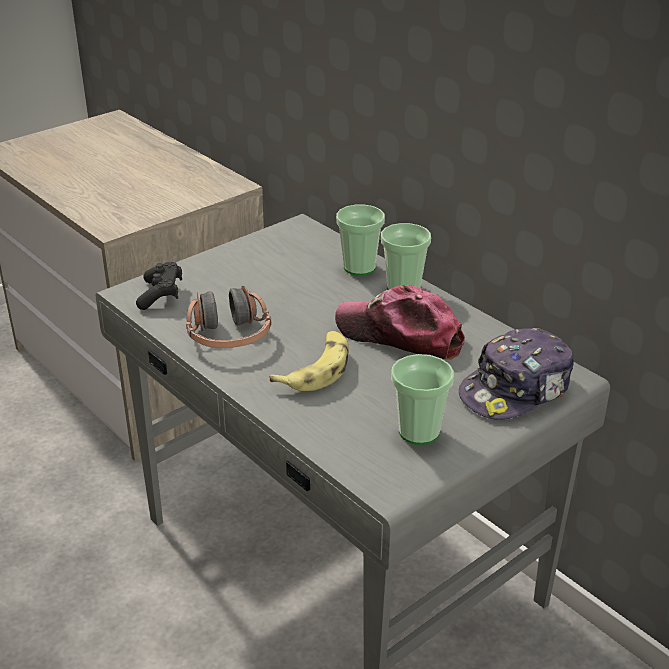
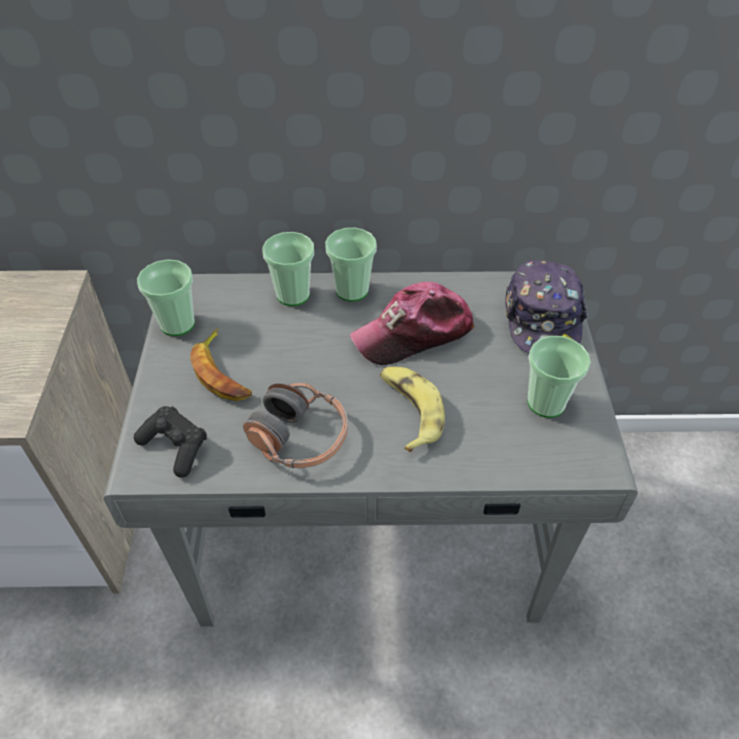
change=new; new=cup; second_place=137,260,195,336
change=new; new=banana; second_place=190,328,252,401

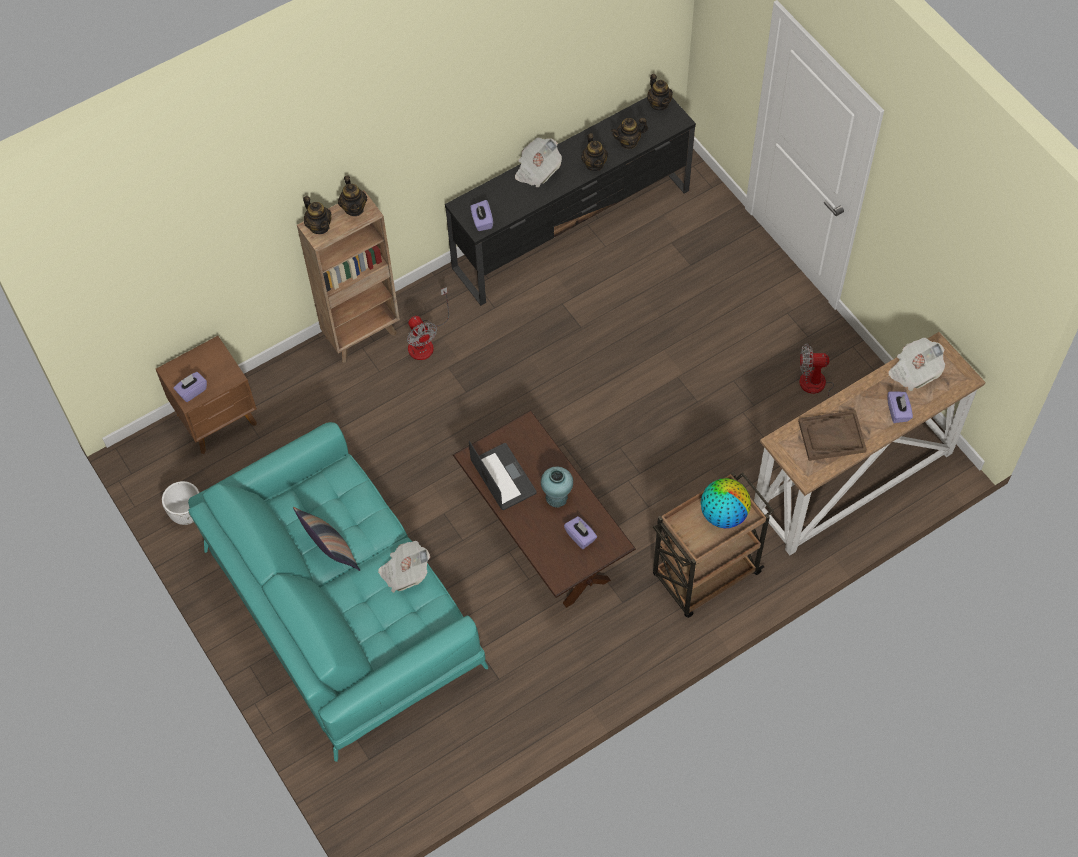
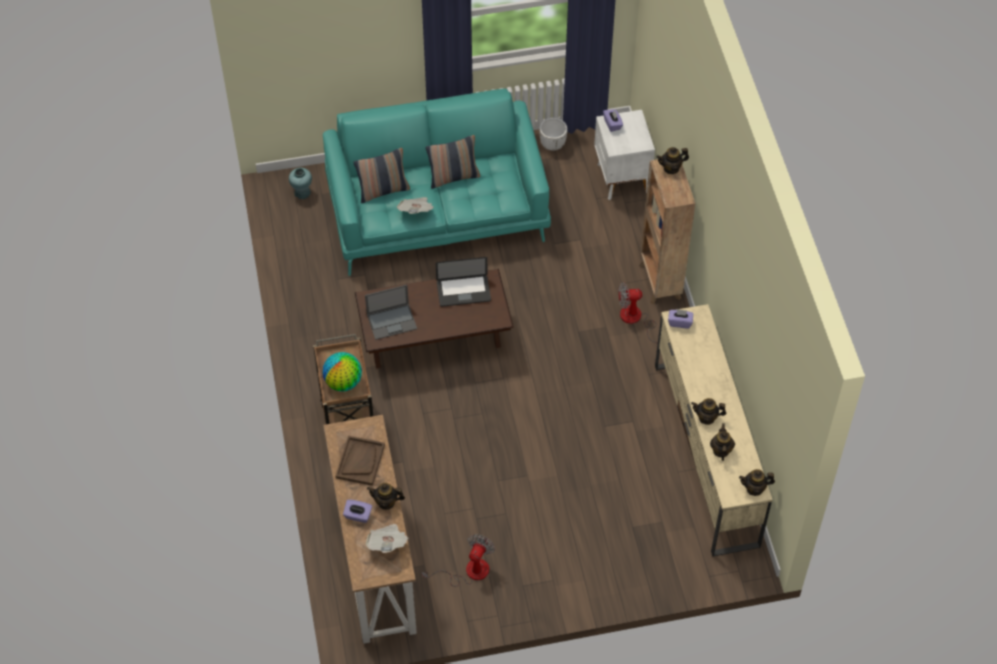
change=repainted; old=nightstand/brown; new=nightstand/white; first_place=156,336,257,454; second_place=594,110,655,200
change=shifted; old=teapot; first_place=338,175,367,216; second_place=367,483,405,510
change=repainted; old=tv stand/black; new=tv stand/beige; first_place=445,97,696,306; second_place=655,304,773,557
change=gone; old=newspaper; first_place=515,137,562,187
change=shifted; old=vase/turquoise; first_place=541,467,573,508; second_place=289,168,312,199
change=swapped; old=tissue box/purple; new=laptop; first_place=564,516,597,549; second_place=365,285,417,340
change=new; new=pillow; second_place=354,148,410,203

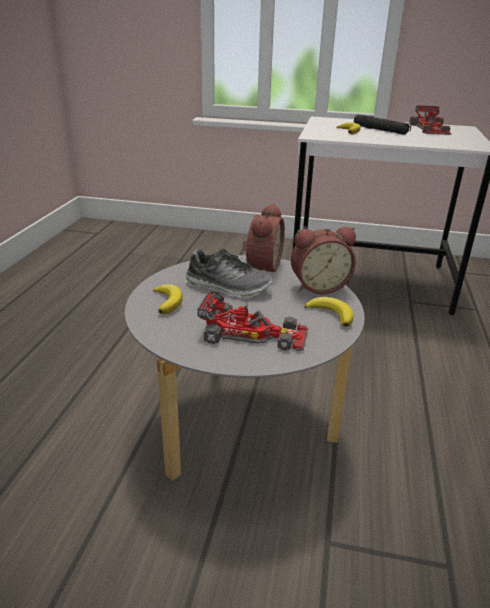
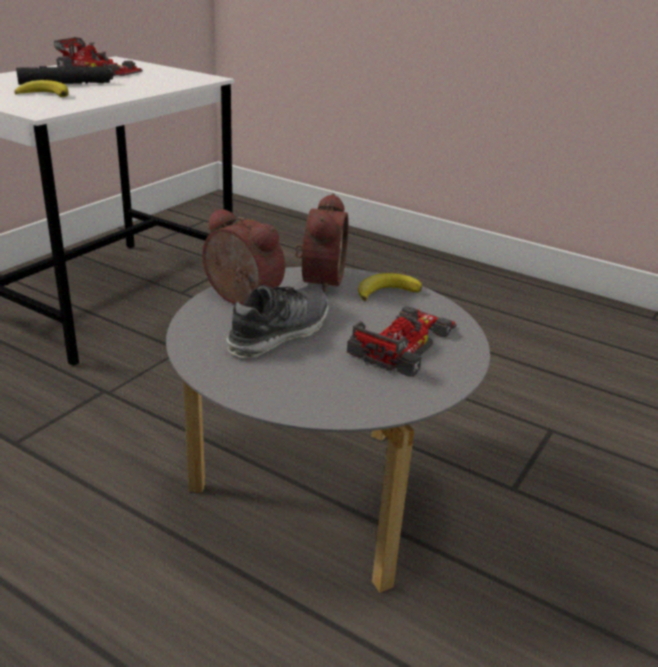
change=gone; old=banana; first_place=153,284,183,314

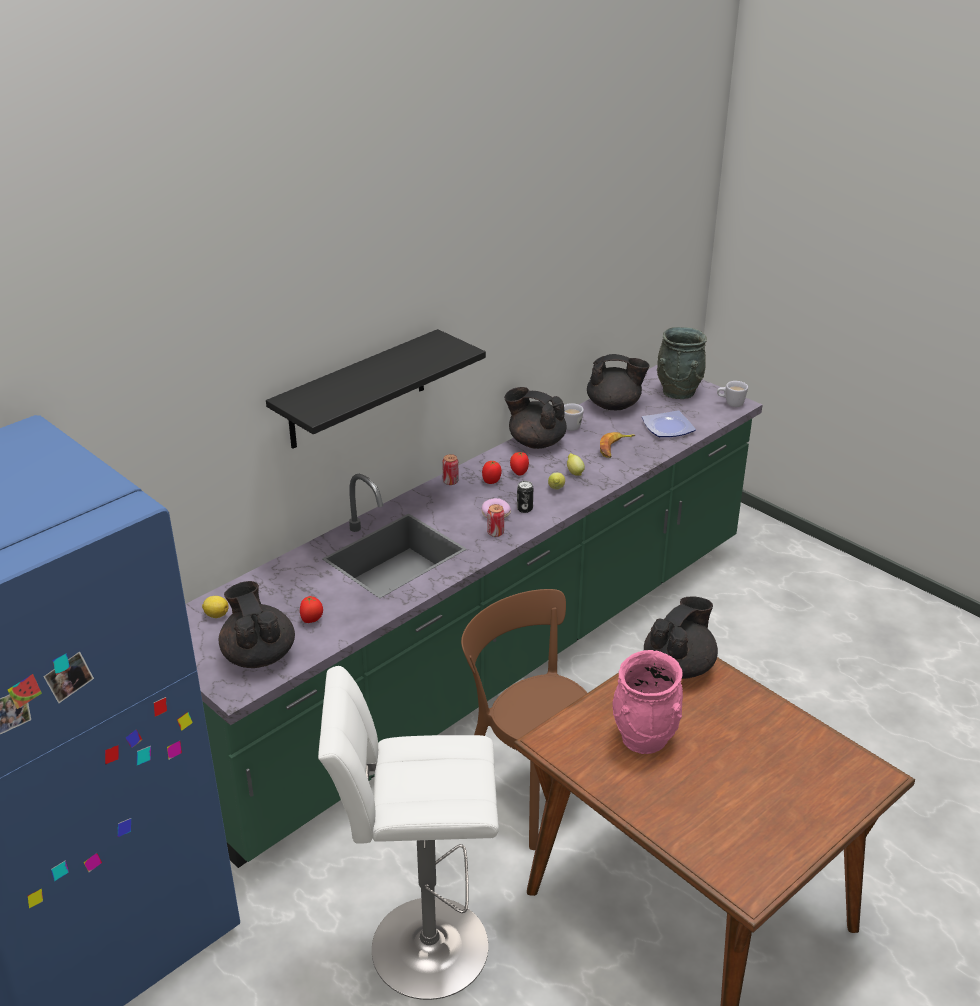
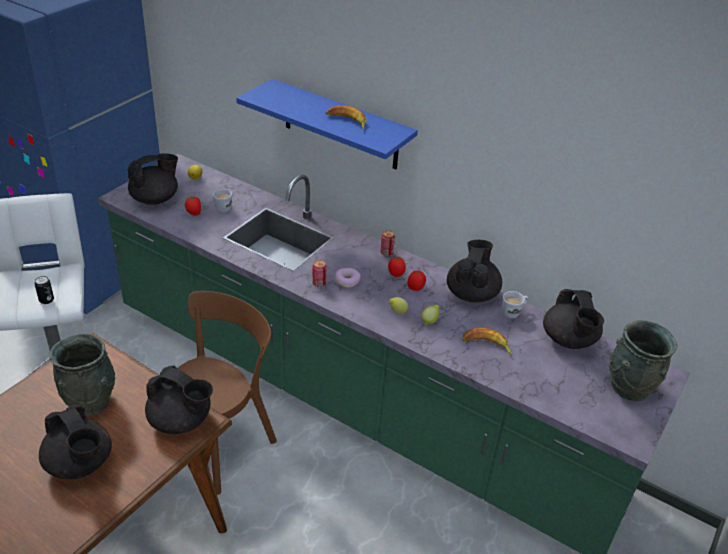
change=repainted; old=shelf/black; new=shelf/blue; first_place=266,329,486,449; second_place=236,79,418,169
change=shifted; old=can; first_place=517,481,533,513; second_place=34,276,54,304
change=repainted; old=vase/pink; new=vase/grey; first_place=612,650,683,754; second_place=49,334,115,416
change=gone; old=plate; first_place=642,410,696,437
change=shifted; old=mug/white; first_place=717,381,748,407; second_place=213,189,232,213
change=new; new=teapot/black; second_place=39,405,112,479
change=new; new=banana; second_place=326,105,367,130

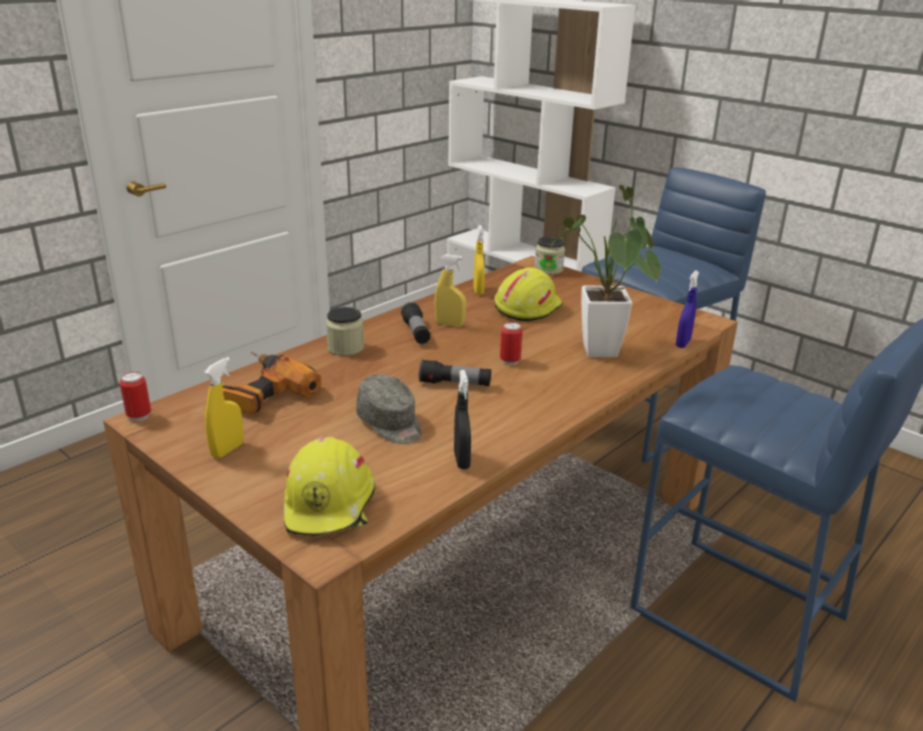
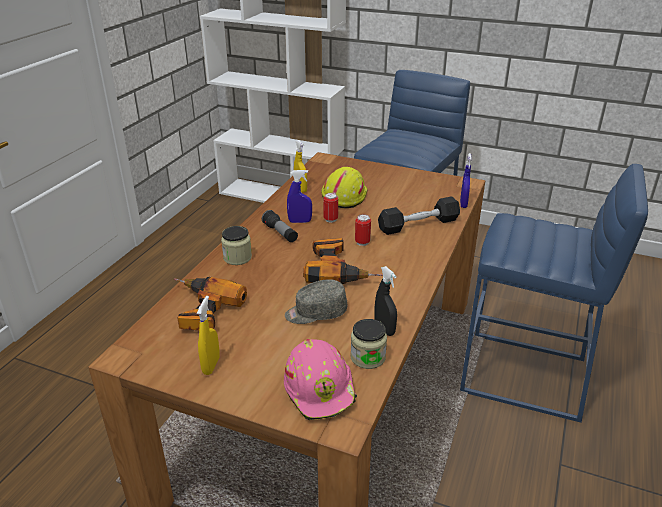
change=shifted; old=can; first_place=120,372,151,421; second_place=323,193,338,223
change=repainted; old=hard hat/yellow; new=hard hat/pink; first_place=284,436,375,537; second_place=284,339,357,420
change=rotated; old=cap/grey; first_place=356,374,422,444; second_place=285,279,347,324; degrees=135
change=swapped; old=flashlight; new=power drill; first_place=419,359,491,386; second_place=303,238,383,284
change=repainted; old=spray bottle/yellow; new=spray bottle/blue; first_place=435,254,466,327; second_place=287,170,312,223
change=shifted; old=jar; first_place=535,237,565,275; second_place=351,319,387,369
change=swapped; old=potted plant; new=dumbbell/black; first_place=551,185,661,357; second_place=378,196,460,235

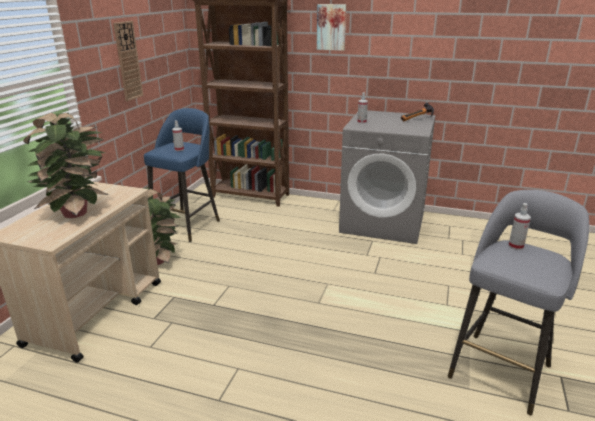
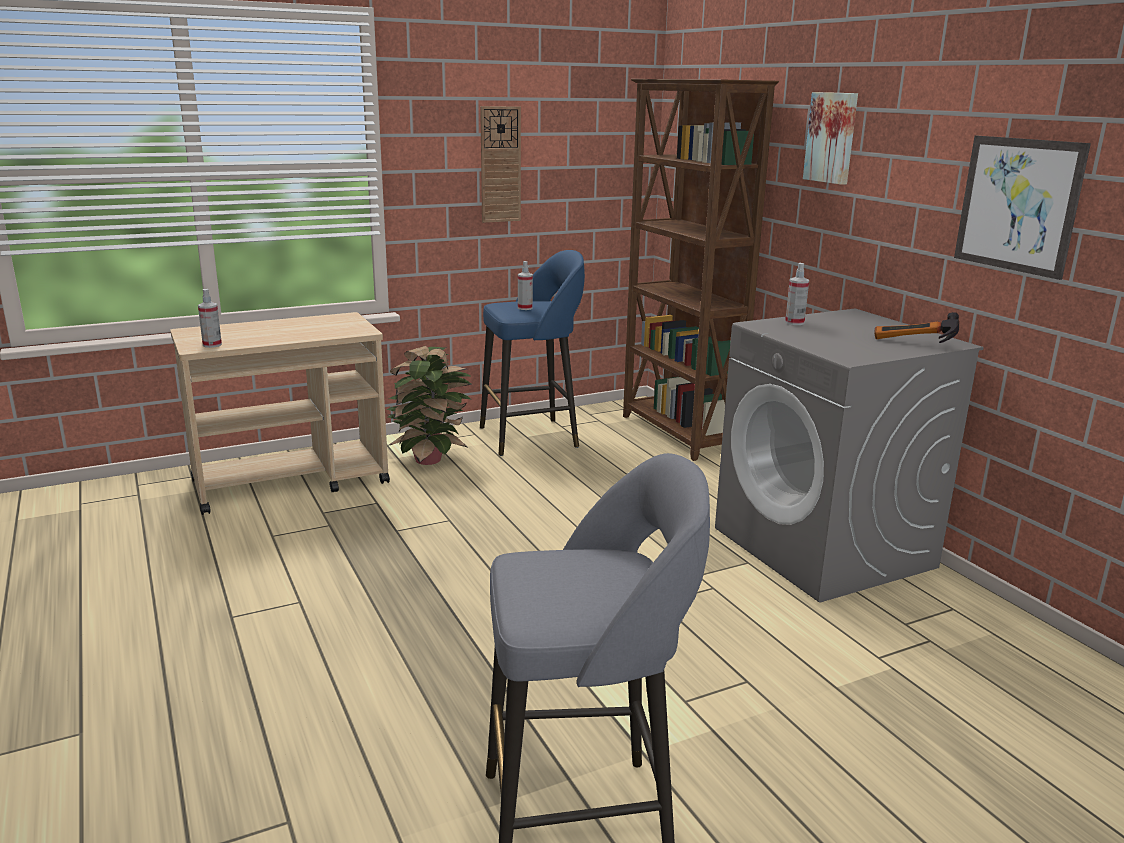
change=gone; old=potted plant; first_place=23,113,109,218
change=shifted; old=spray bottle; first_place=509,203,531,250; second_place=198,289,222,348
change=new; new=picture; second_place=954,136,1091,280

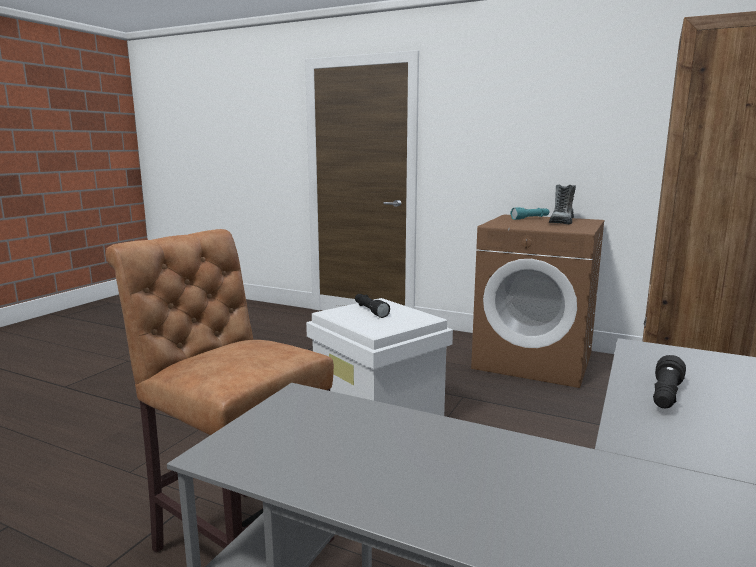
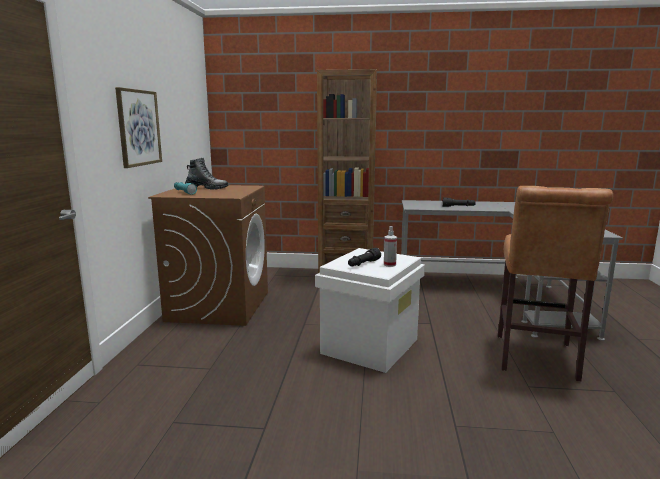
change=new; new=picture; second_place=115,87,162,168
change=new; new=spray bottle; second_place=384,226,397,267

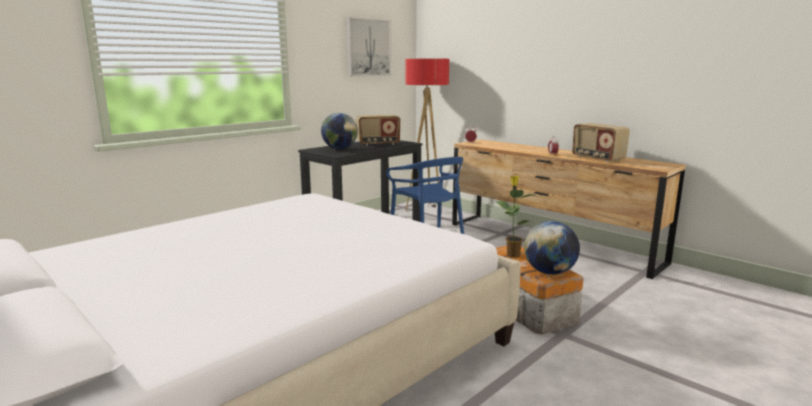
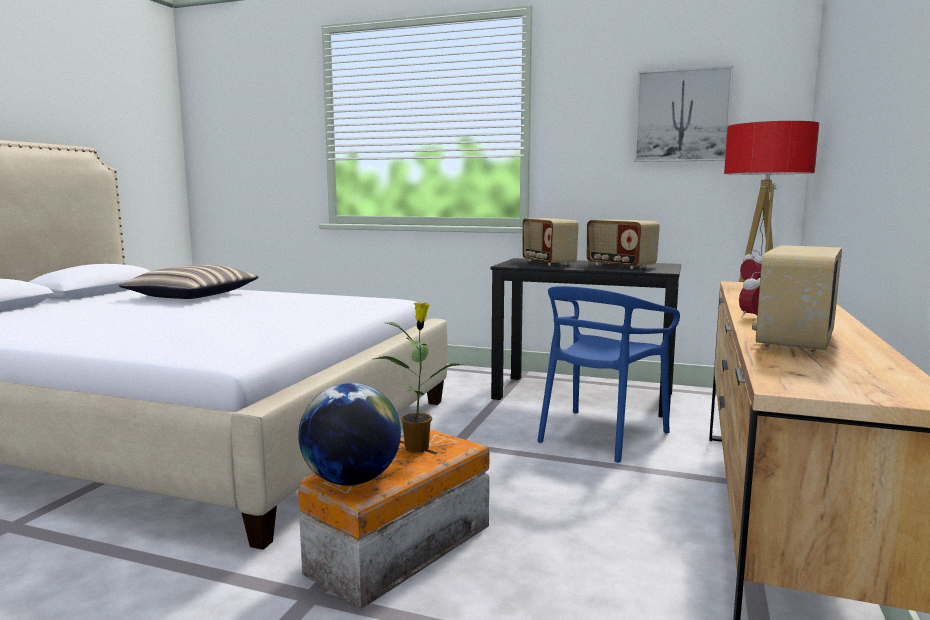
change=swapped; old=globe; new=radio; first_place=321,113,358,149; second_place=522,218,579,266
change=new; new=pillow; second_place=119,264,259,299

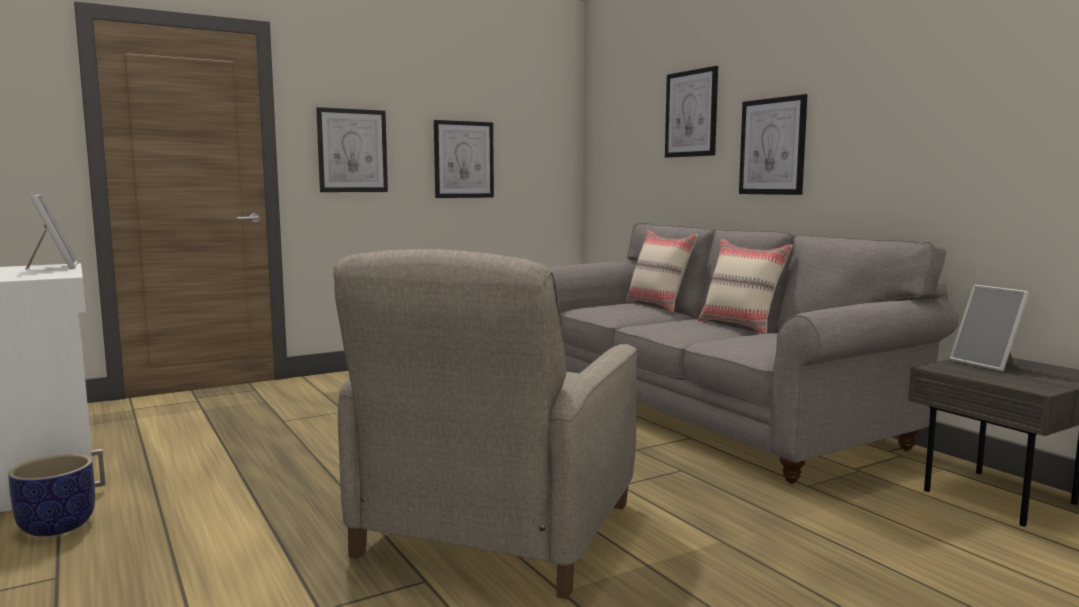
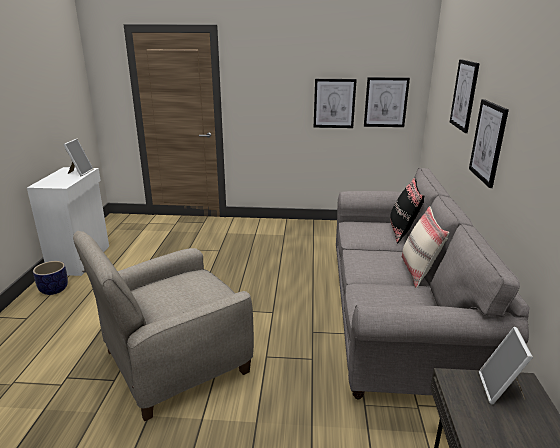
change=shifted; old=picture; first_place=316,107,388,192; second_place=364,77,410,127
change=repainted; old=pillow/beige; new=pillow/black; first_place=625,230,698,312; second_place=390,178,425,244

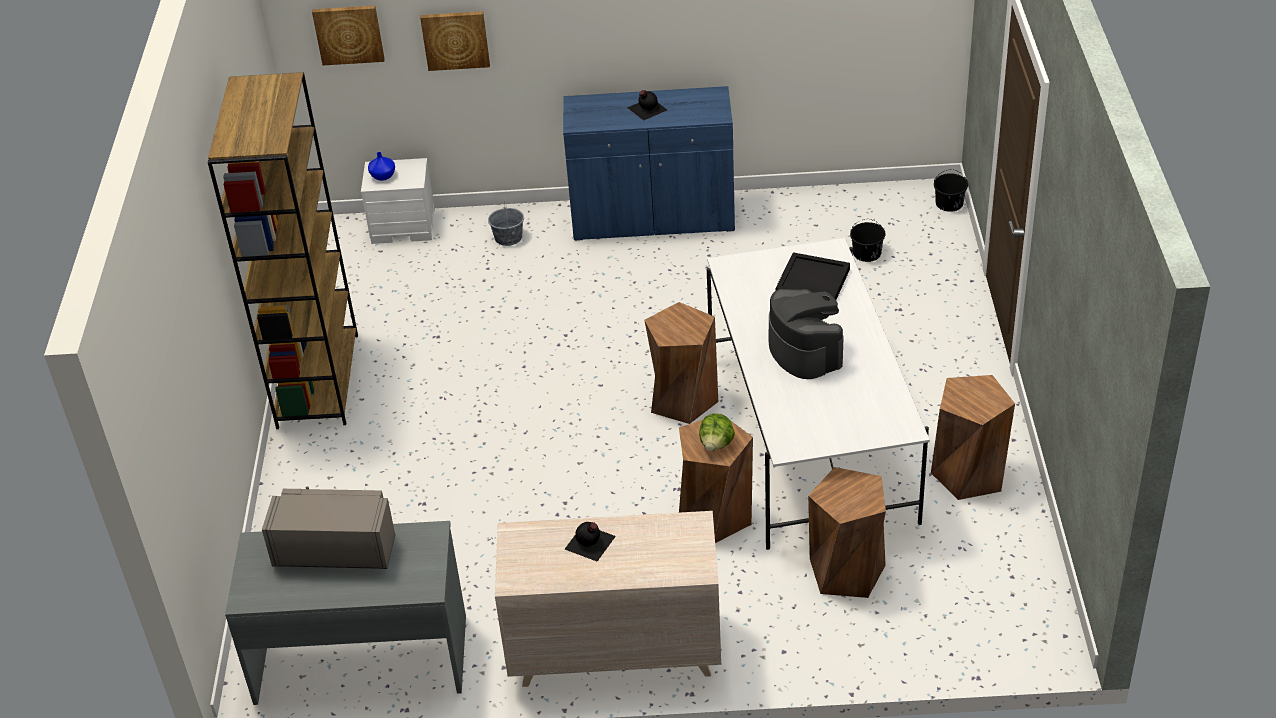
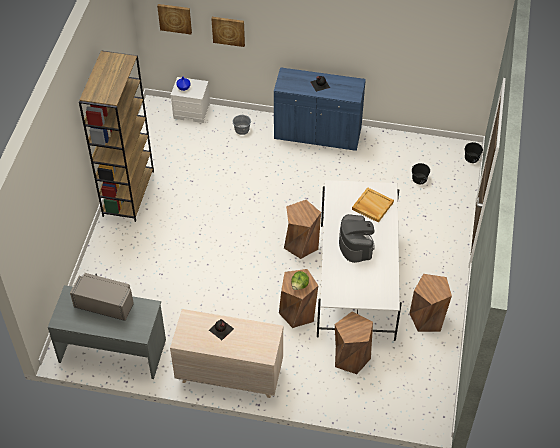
change=repainted; old=tray/black; new=tray/beige; first_place=775,252,850,300; second_place=352,187,394,223

